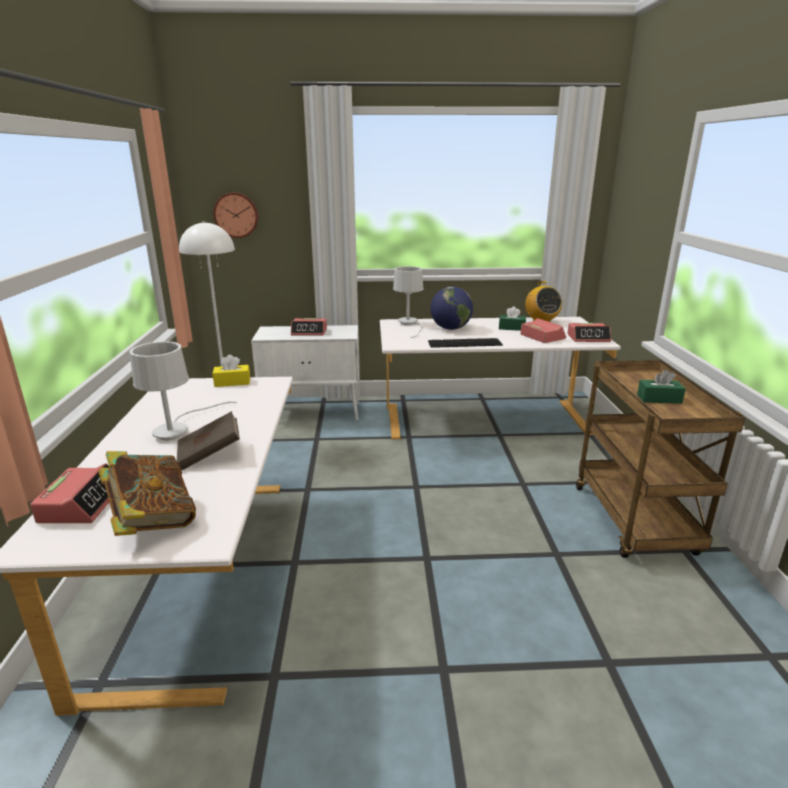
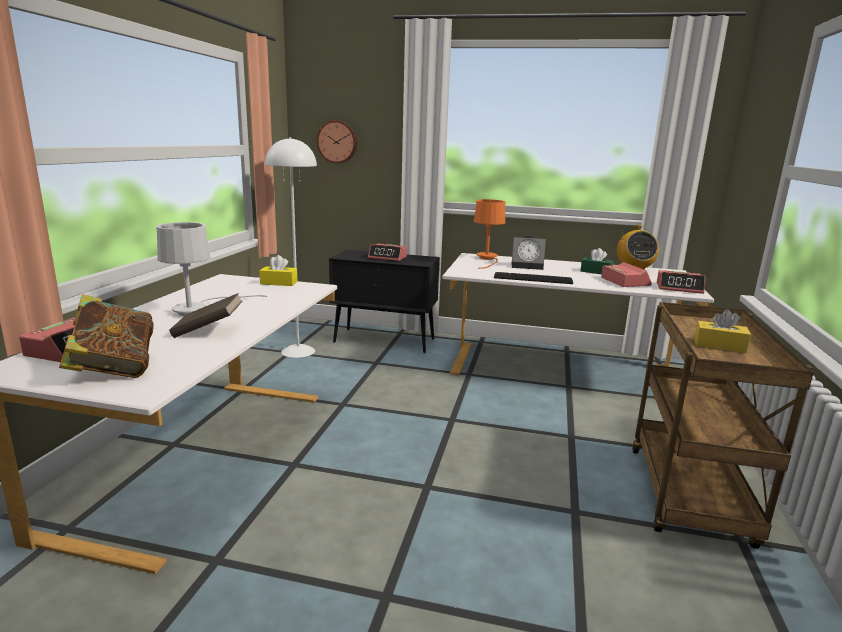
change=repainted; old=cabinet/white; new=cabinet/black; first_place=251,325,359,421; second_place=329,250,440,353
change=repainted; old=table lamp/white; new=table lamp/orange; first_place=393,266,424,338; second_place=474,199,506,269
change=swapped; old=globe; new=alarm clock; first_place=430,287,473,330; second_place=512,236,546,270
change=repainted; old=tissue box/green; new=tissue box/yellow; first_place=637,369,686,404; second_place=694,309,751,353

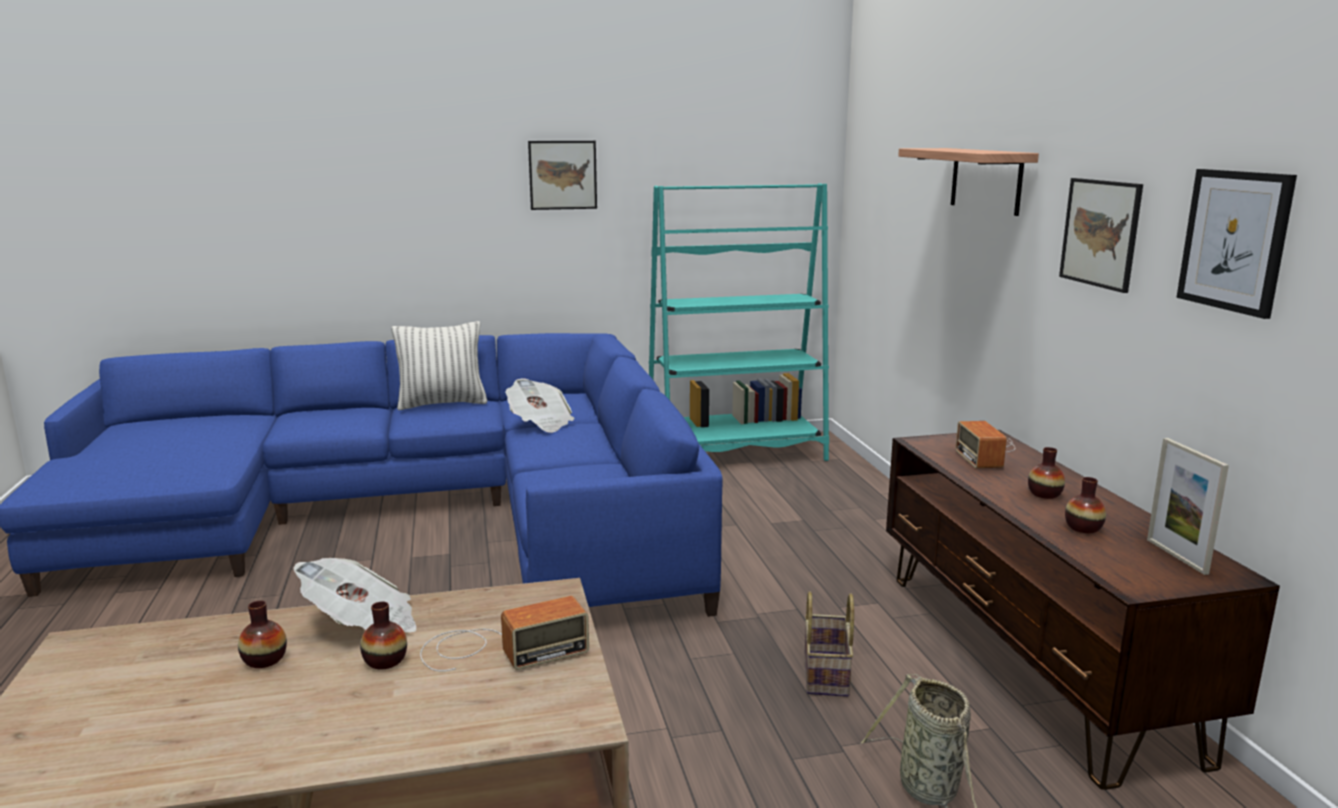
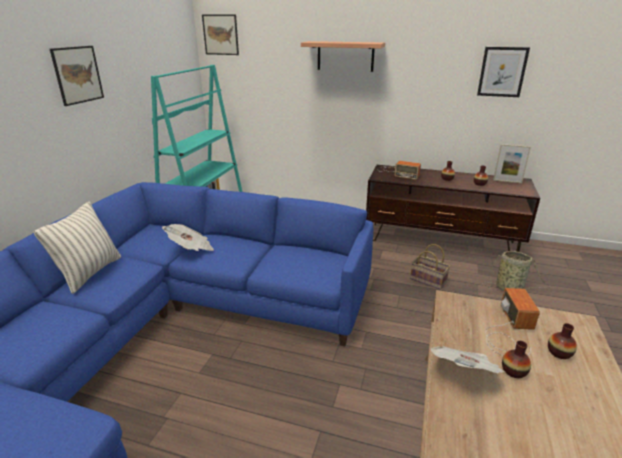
change=shifted; old=vase; first_place=238,600,287,668; second_place=548,323,577,359
change=shifted; old=picture; first_place=1059,178,1143,293; second_place=202,15,239,55

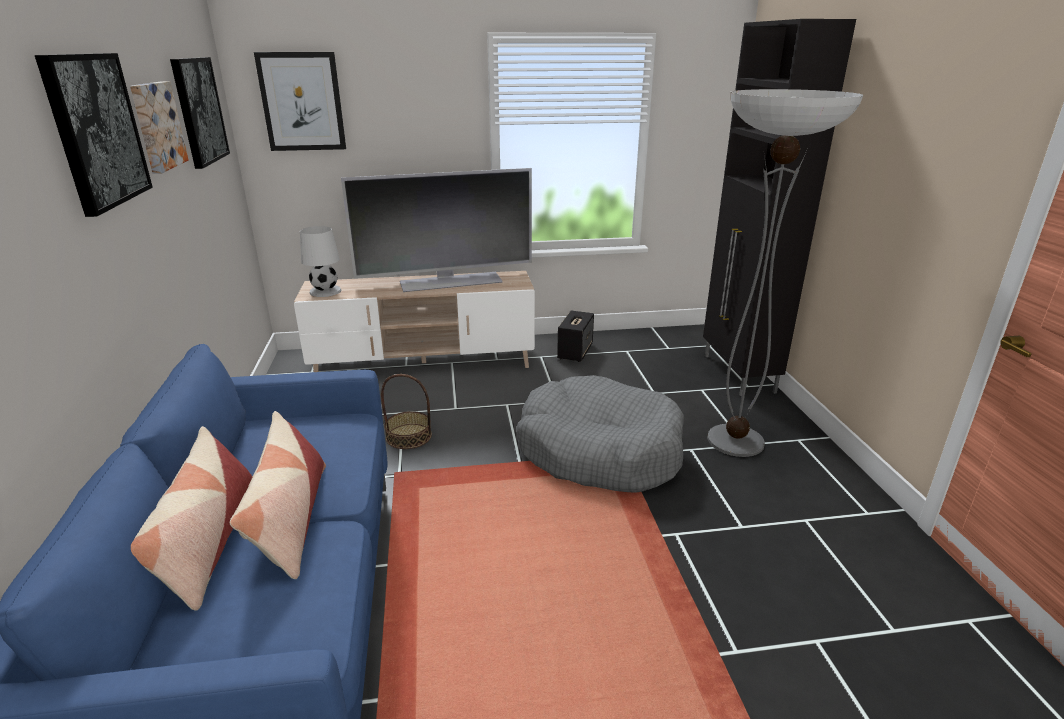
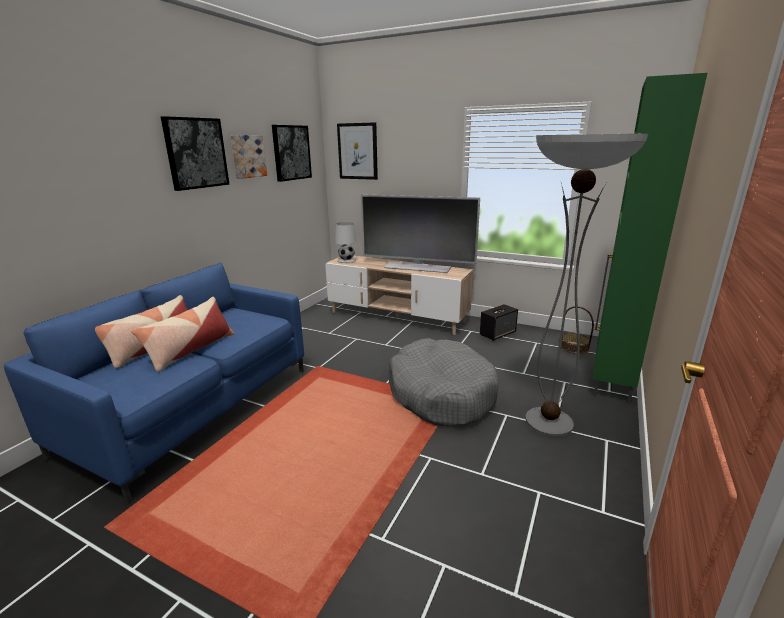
change=shifted; old=basket; first_place=381,374,432,449; second_place=561,306,594,354
change=repainted; old=cabinet/black; new=cabinet/green; first_place=703,19,856,396; second_place=593,73,707,403

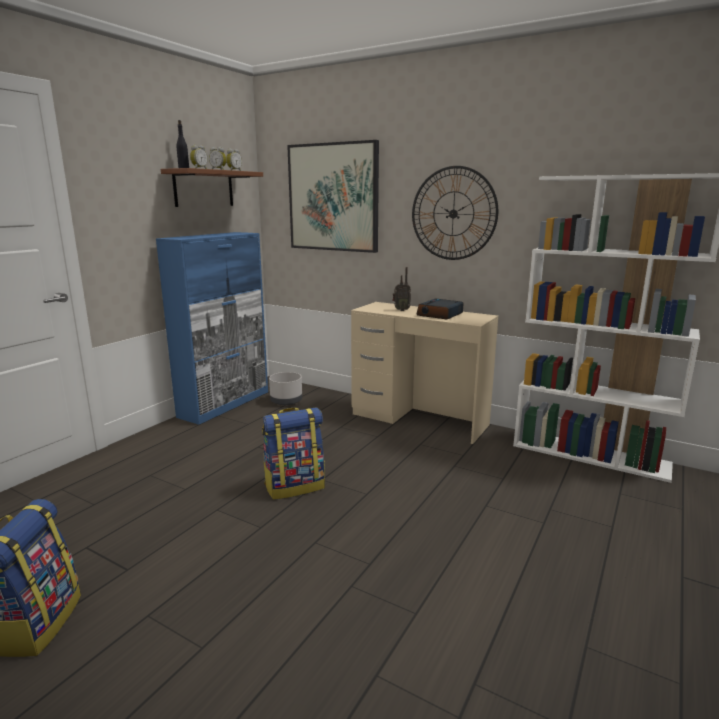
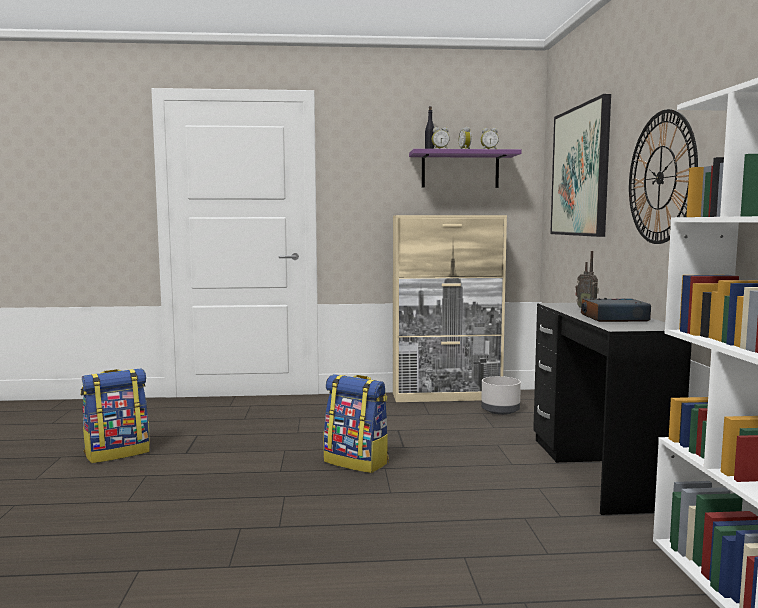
change=repainted; old=cabinet/blue; new=cabinet/beige; first_place=156,232,268,425; second_place=393,215,507,402
change=repainted; old=shelf/brown; new=shelf/purple; first_place=161,168,263,207; second_place=409,149,522,188
change=repainted; old=desk/beige; new=desk/black; first_place=351,302,498,444; second_place=533,303,692,515

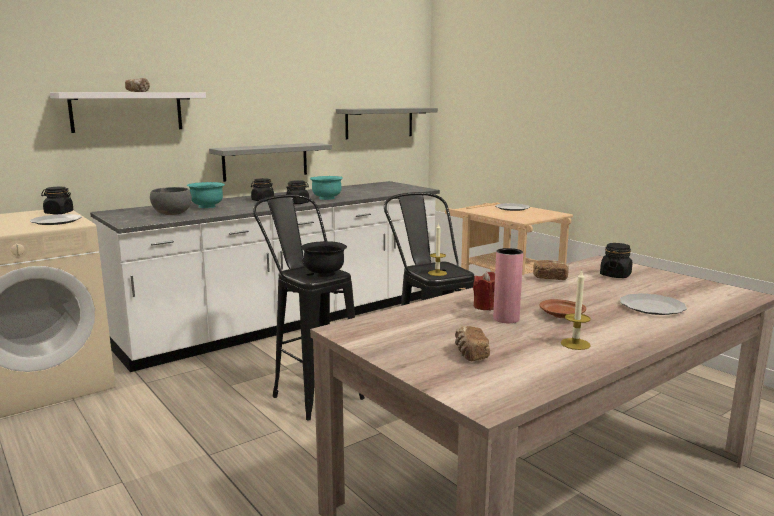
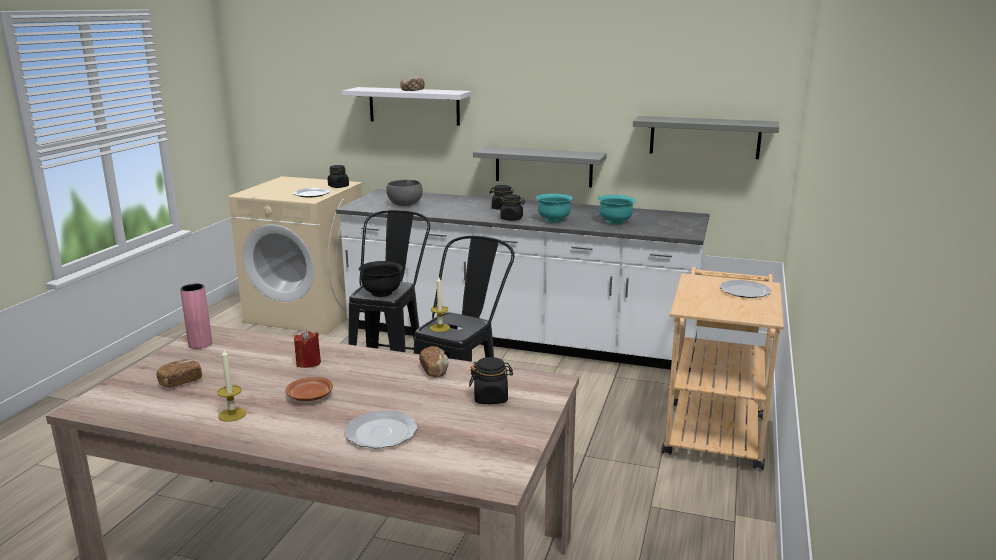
change=shifted; old=bowl/turquoise; first_place=187,182,225,208; second_place=598,195,636,224
change=shifted; old=vase/pink; first_place=493,248,523,323; second_place=180,283,212,349

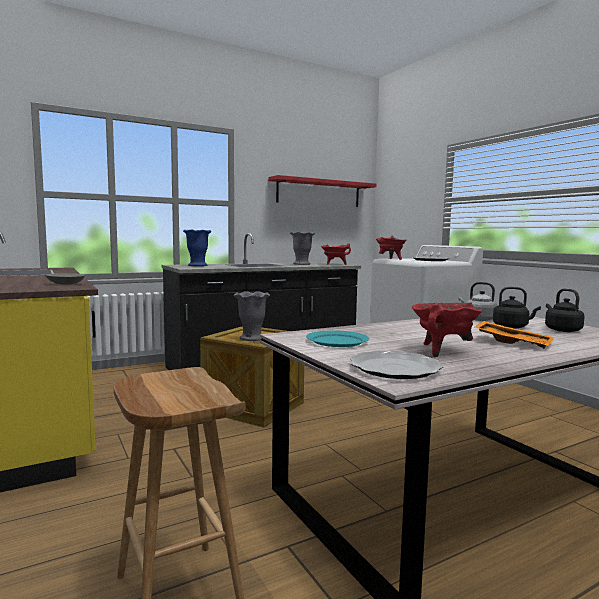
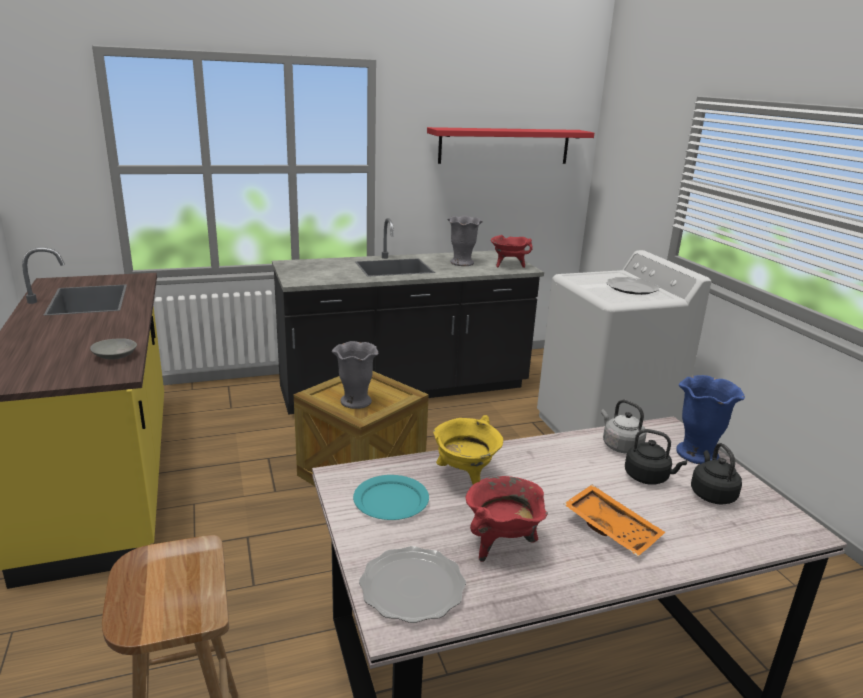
change=shifted; old=vase/blue; first_place=183,230,211,266; second_place=676,375,745,464
change=gone; old=cooking pot/red; first_place=376,236,407,260
change=new; new=cooking pot/yellow; second_place=433,415,503,484

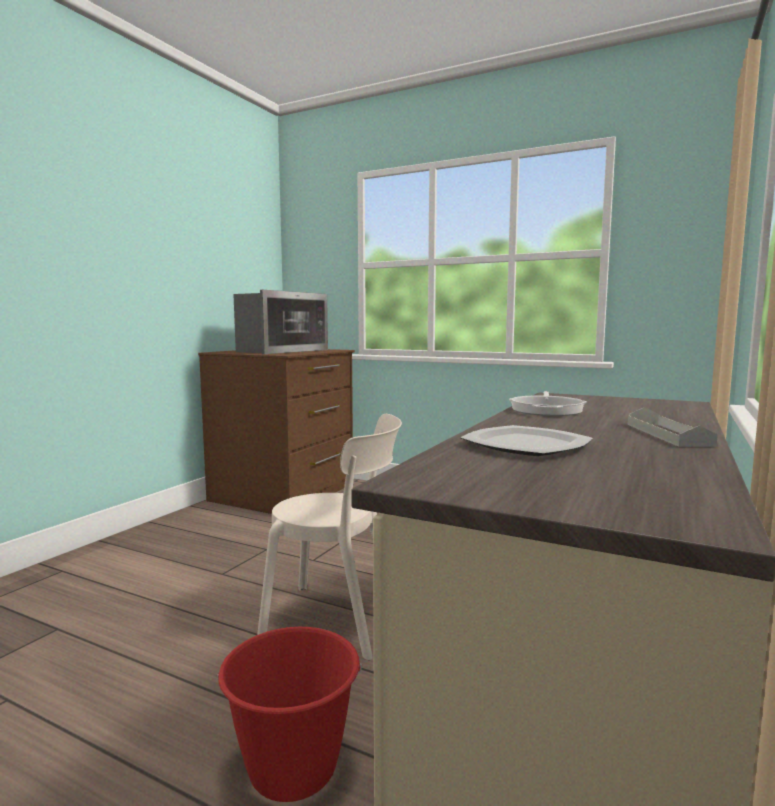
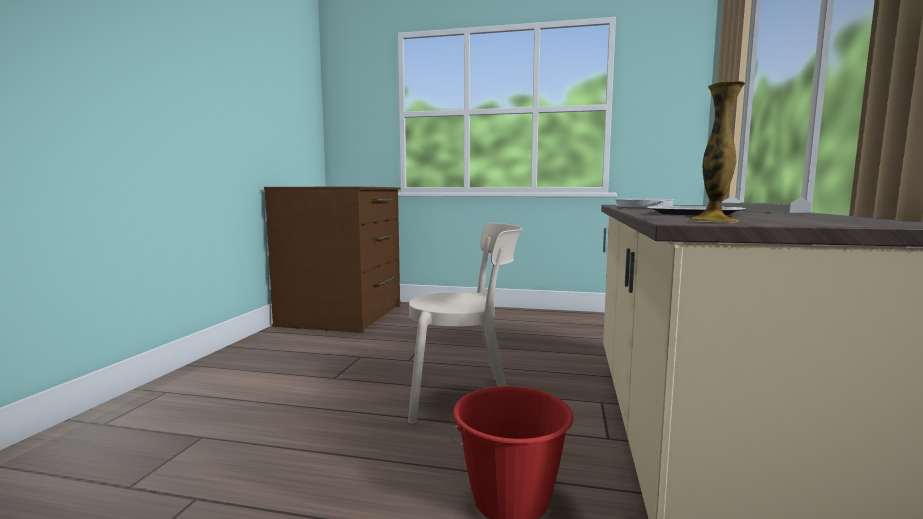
change=gone; old=microwave; first_place=233,290,328,354
change=new; new=vase; second_place=689,81,745,223

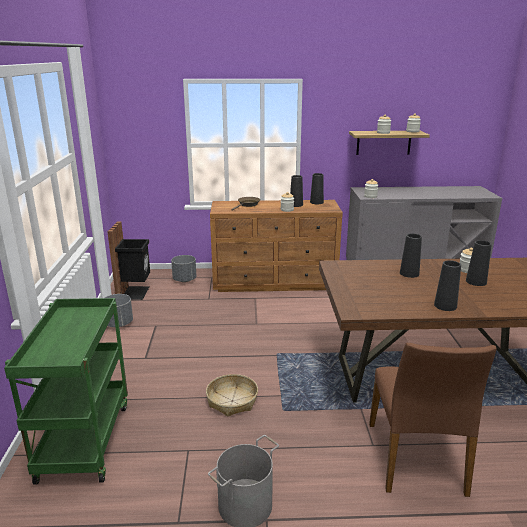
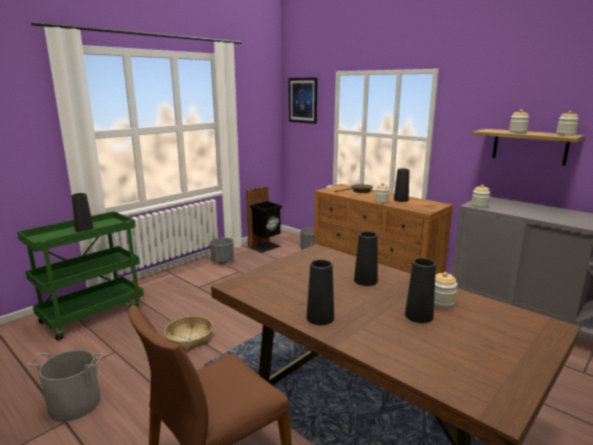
change=shifted; old=vase/black; first_place=310,173,324,204; second_place=72,193,94,232
change=new; new=picture; second_place=289,78,318,124

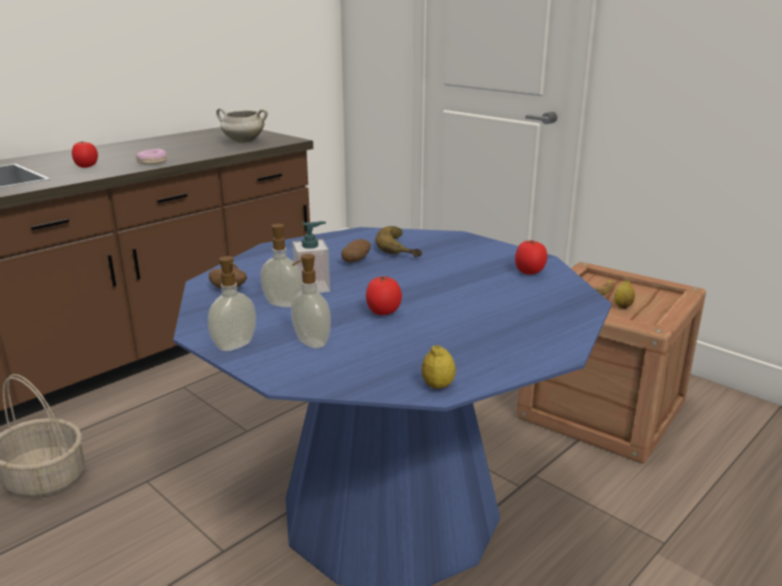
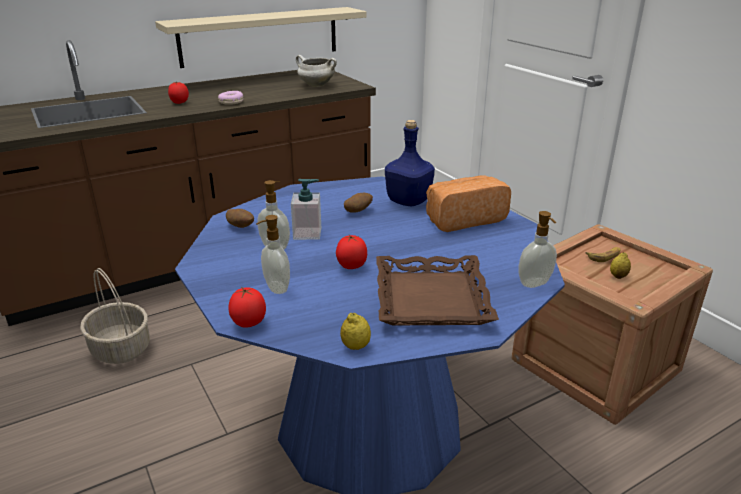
change=shifted; old=soap dispenser; first_place=208,256,256,351; second_place=518,211,557,288
change=swapped; old=banana; new=bottle/blue; first_place=375,226,422,257; second_place=385,120,435,206
change=shifted; old=tomato; first_place=515,240,547,275; second_place=228,287,266,328
change=new; new=shelf/beige; second_place=155,7,366,68
change=new; new=tray/brown; second_place=376,255,499,325
change=new; new=bread; second_place=426,175,511,232

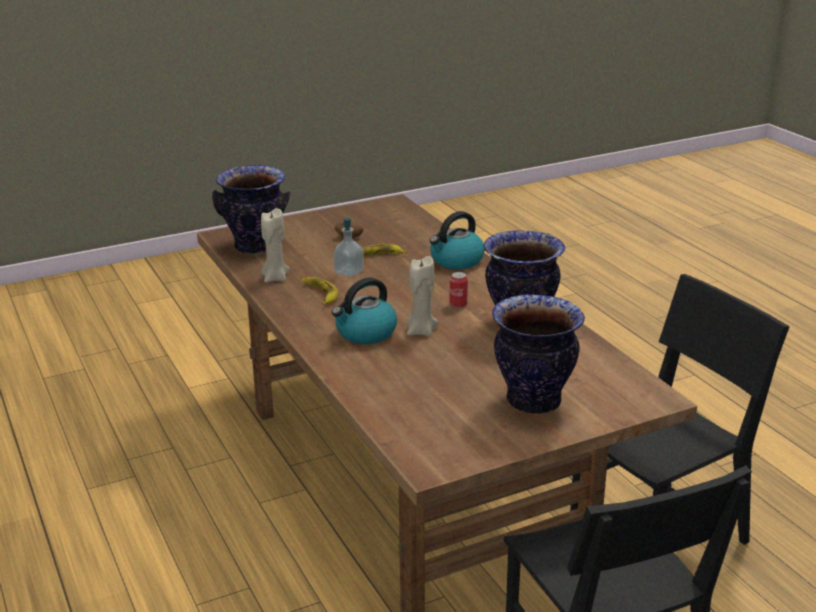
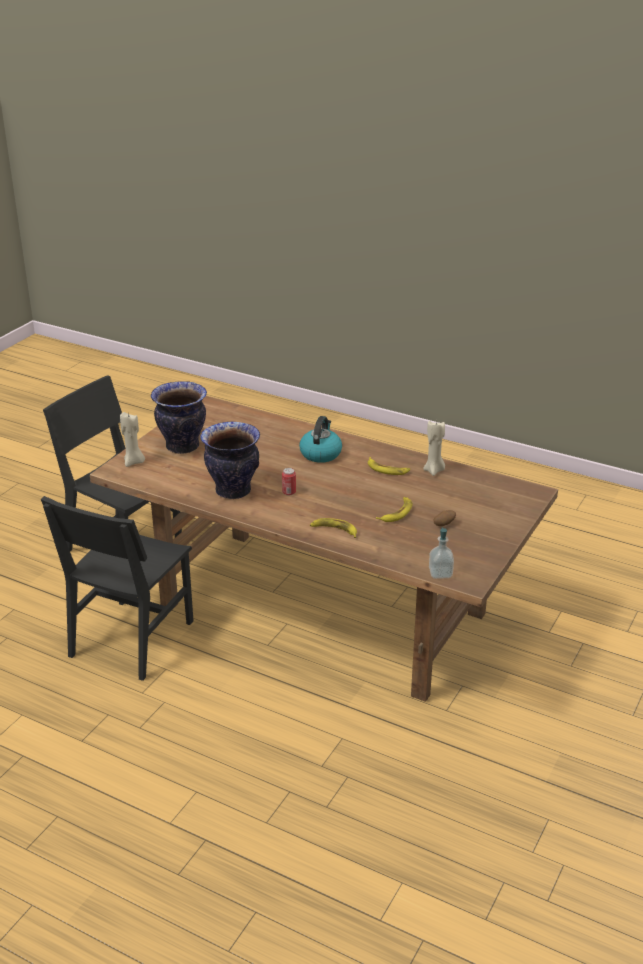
change=gone; old=vase; first_place=212,165,291,254
change=shifted; old=soap dispenser; first_place=333,218,364,277; second_place=429,527,454,579
change=shifted; old=candle/beige; first_place=407,256,439,337; second_place=120,412,145,467
change=swapped; old=kettle; new=banana; first_place=430,211,485,269; second_place=310,518,357,538

